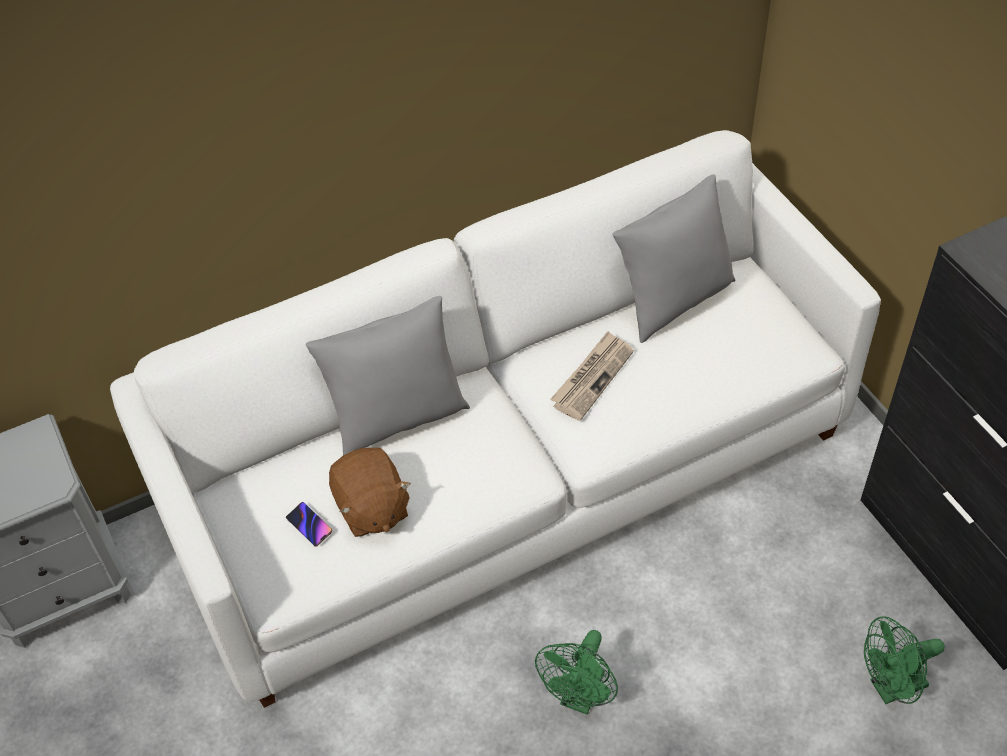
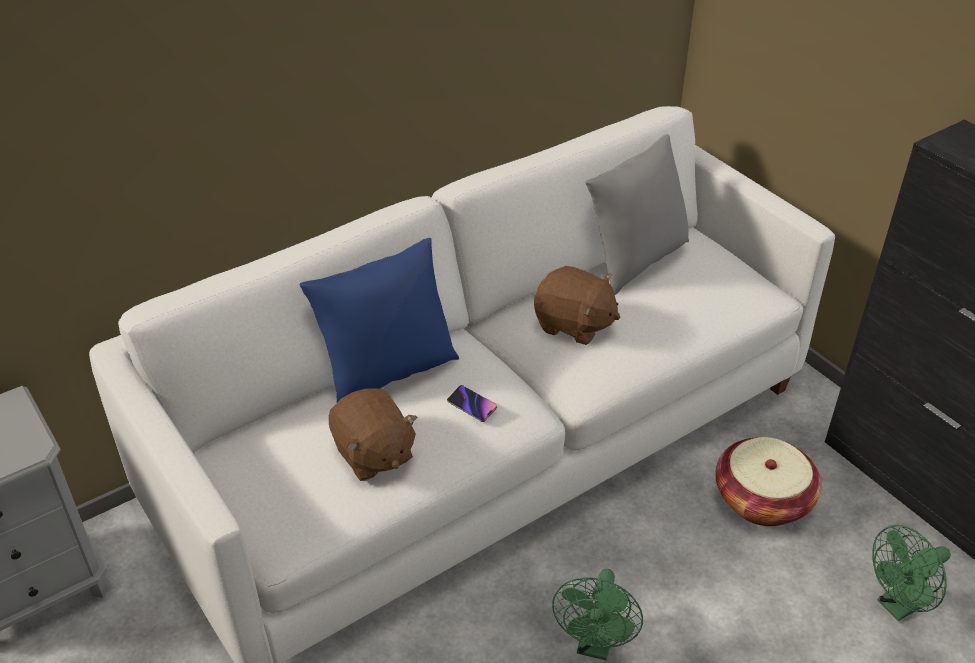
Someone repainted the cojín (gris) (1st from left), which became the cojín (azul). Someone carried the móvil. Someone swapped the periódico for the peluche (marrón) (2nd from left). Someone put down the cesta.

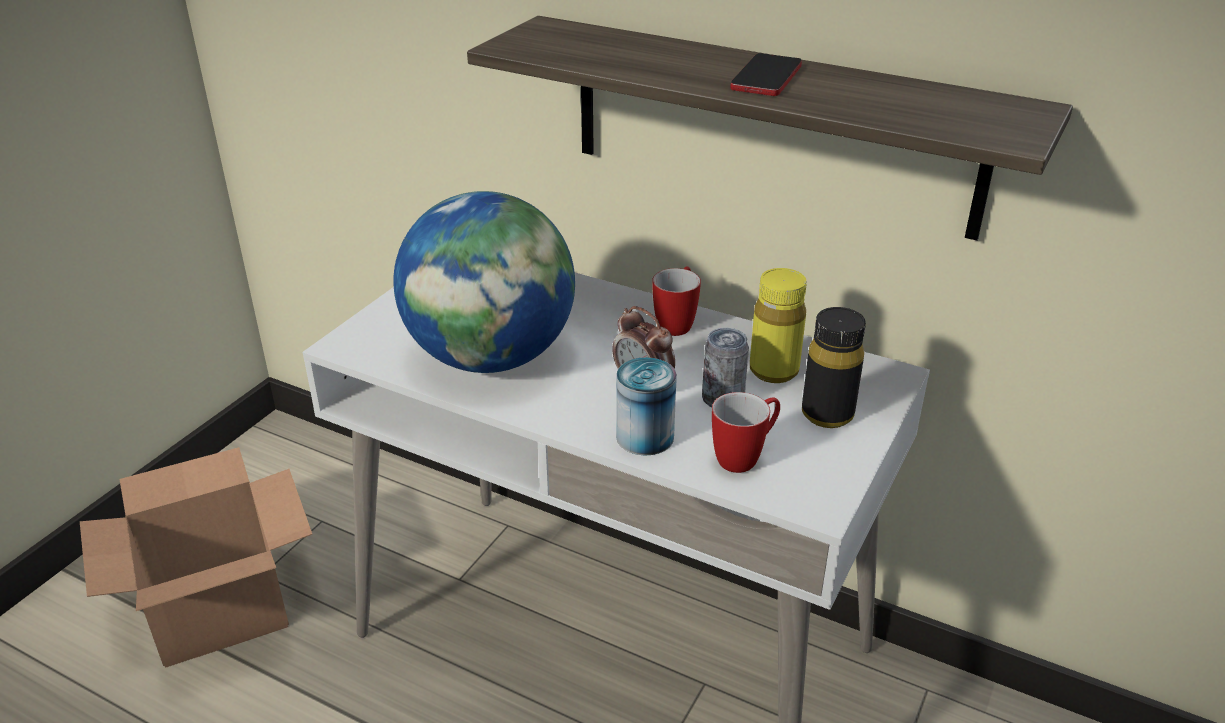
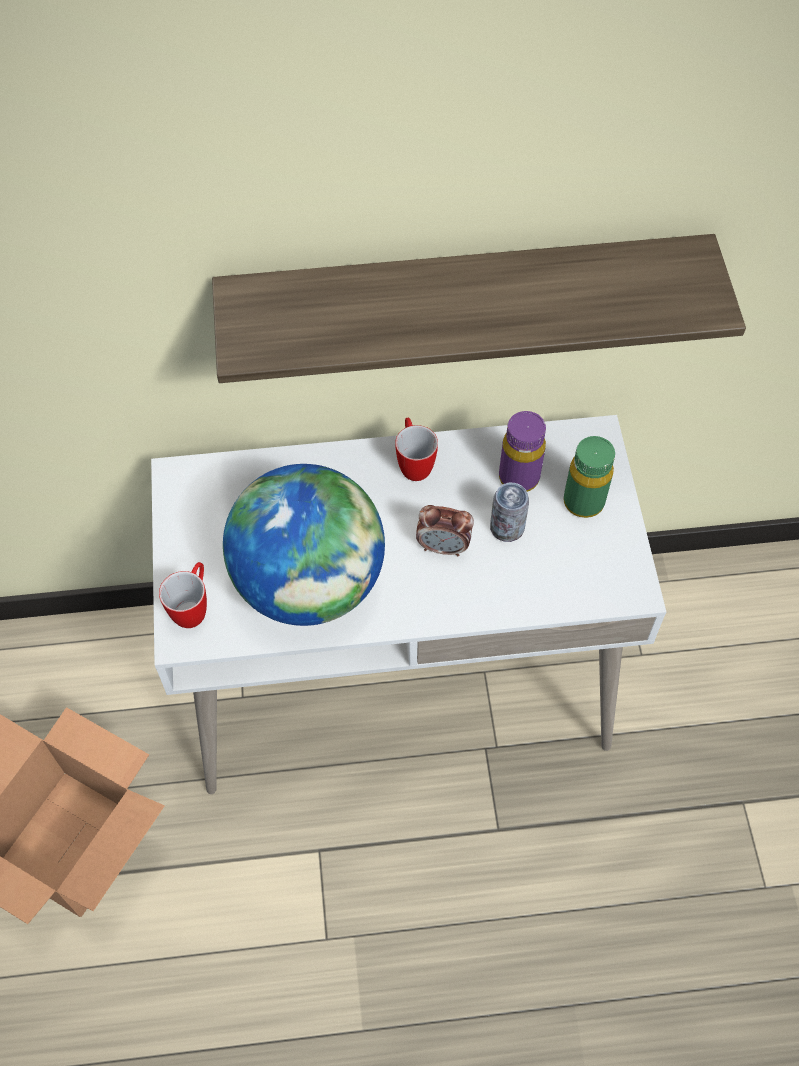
Someone carried the taza grande (2nd from left in the first image). Someone repainted the botella (amarillo), which became the botella (morado). Someone repainted the botella (negro), which became the botella (verde). Someone took away the lata (1st from left). Someone took away the móvil.

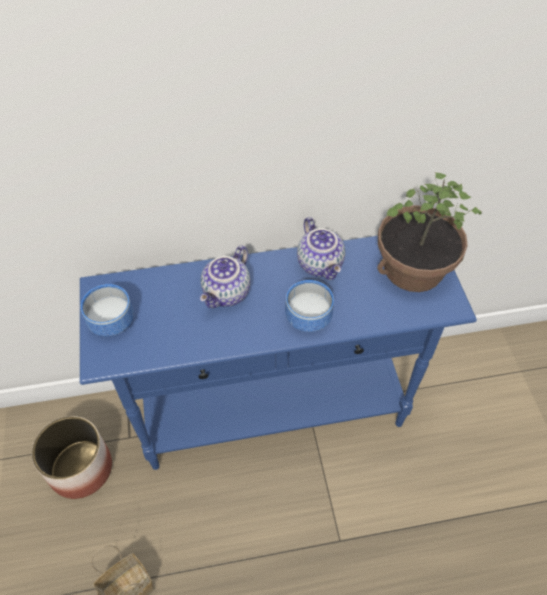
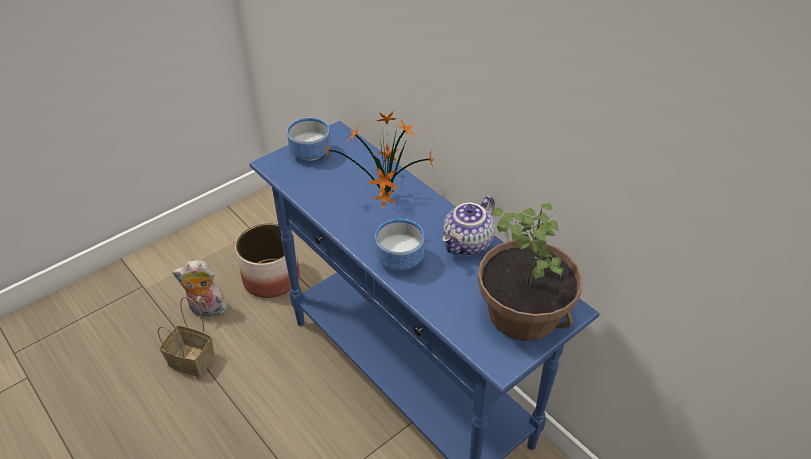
Someone put down the peluche. Someone swapped the tetera (1st from left) for the planta en maceta (1st from left).

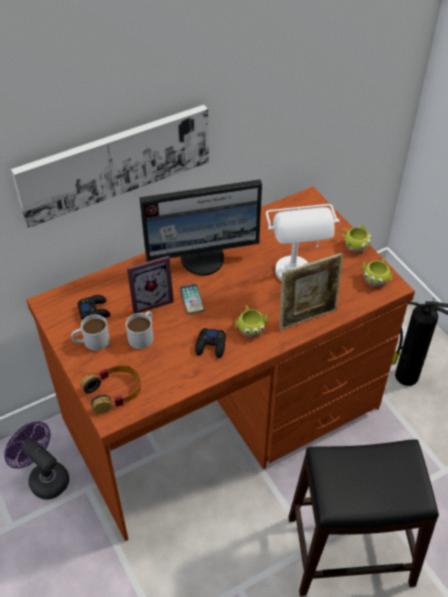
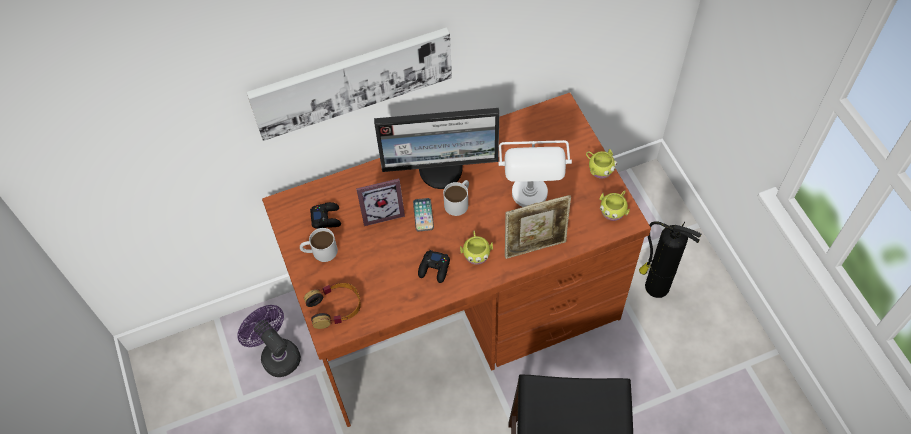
Someone carried the taza grande (blanco) (2nd from left).

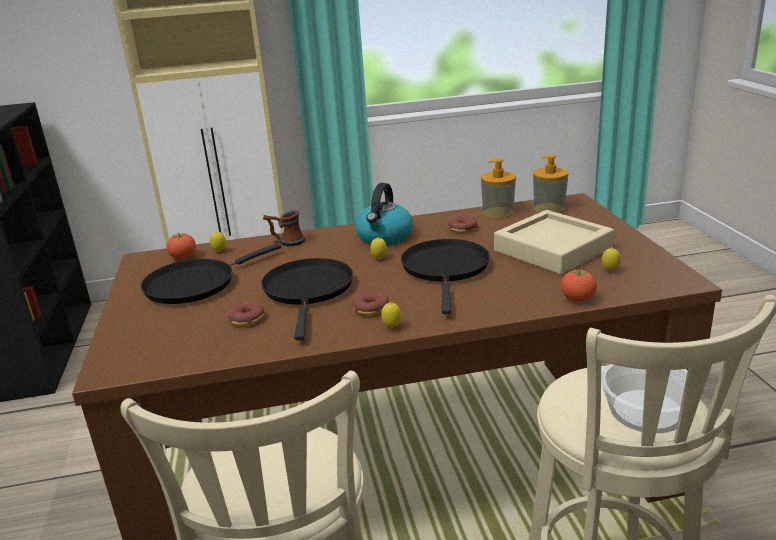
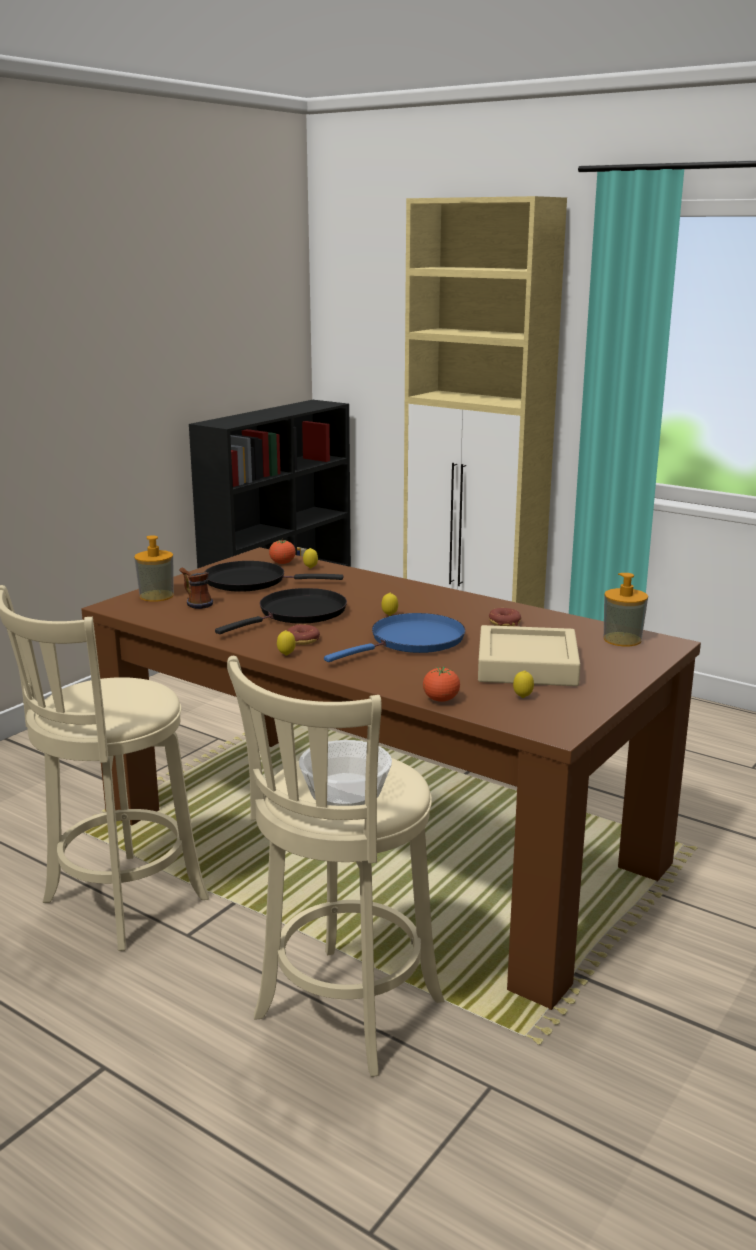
Someone carried the dispensador de jabón (1st from left). Someone carried the taza grande. Someone repainted the sartén (negro) (3rd from left), which became the sartén (azul). Someone took away the rosquilla (1st from left). Someone took away the hervidor.

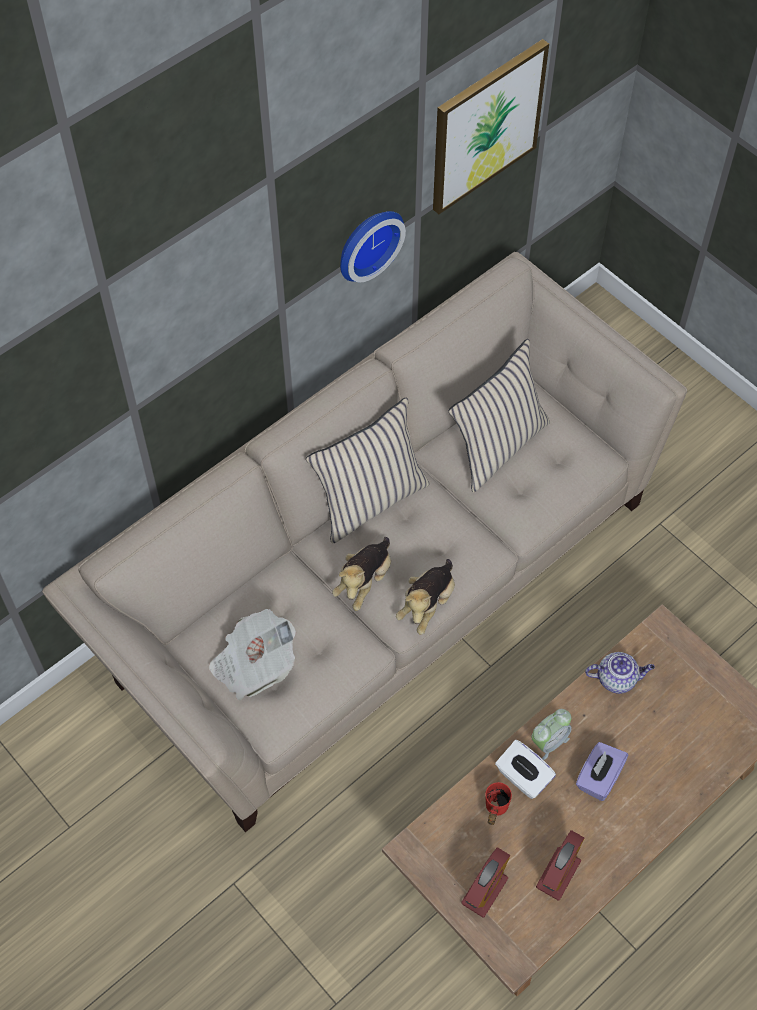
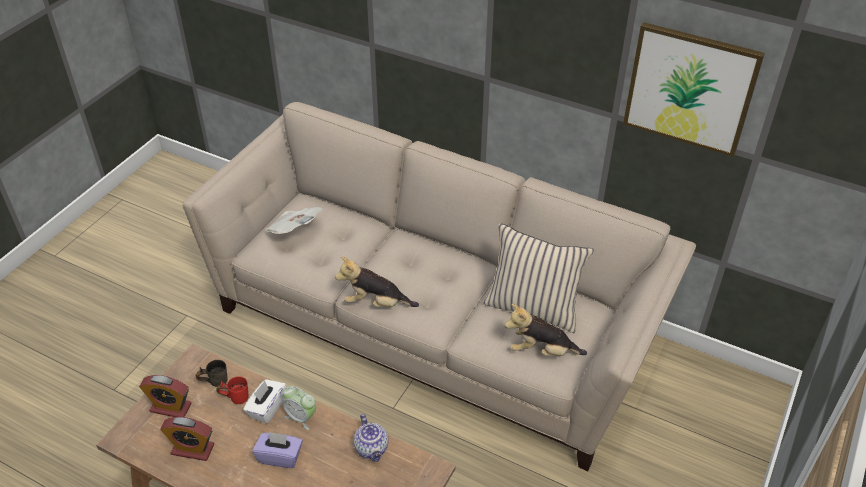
Someone put down the taza grande (gris). Someone carried the peluche (1st from left in the first image). Someone took away the cojín (beis) (1st from left). Someone took away the reloj de pared.

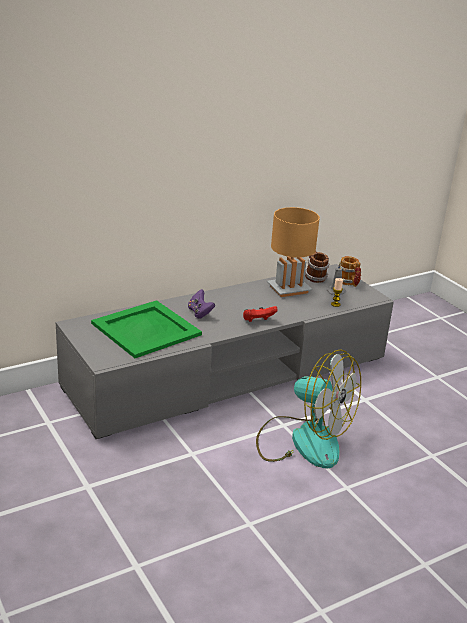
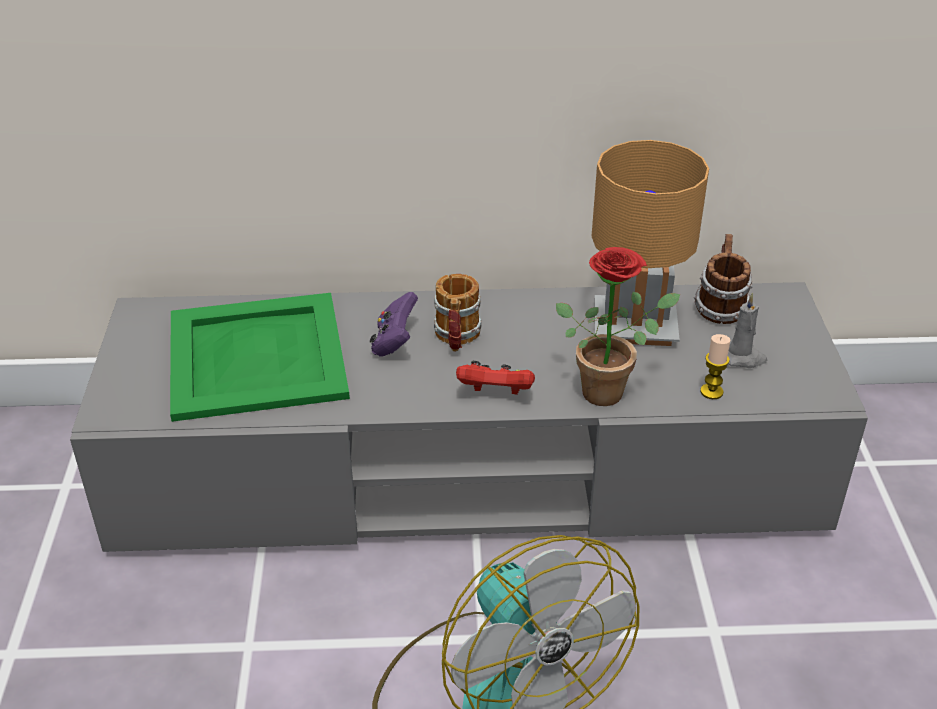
Someone carried the taza grande (2nd from left in the first image). Someone put down the planta en maceta.

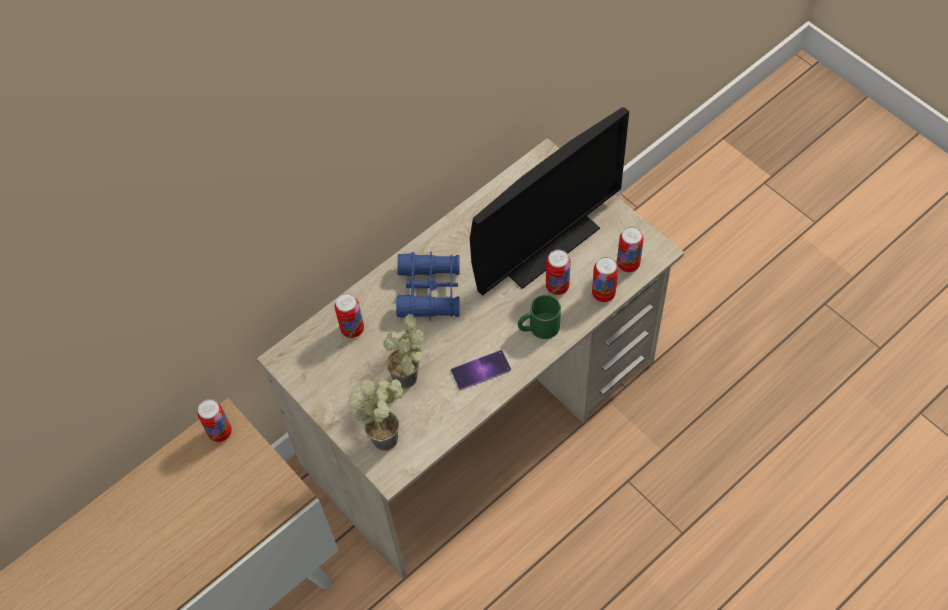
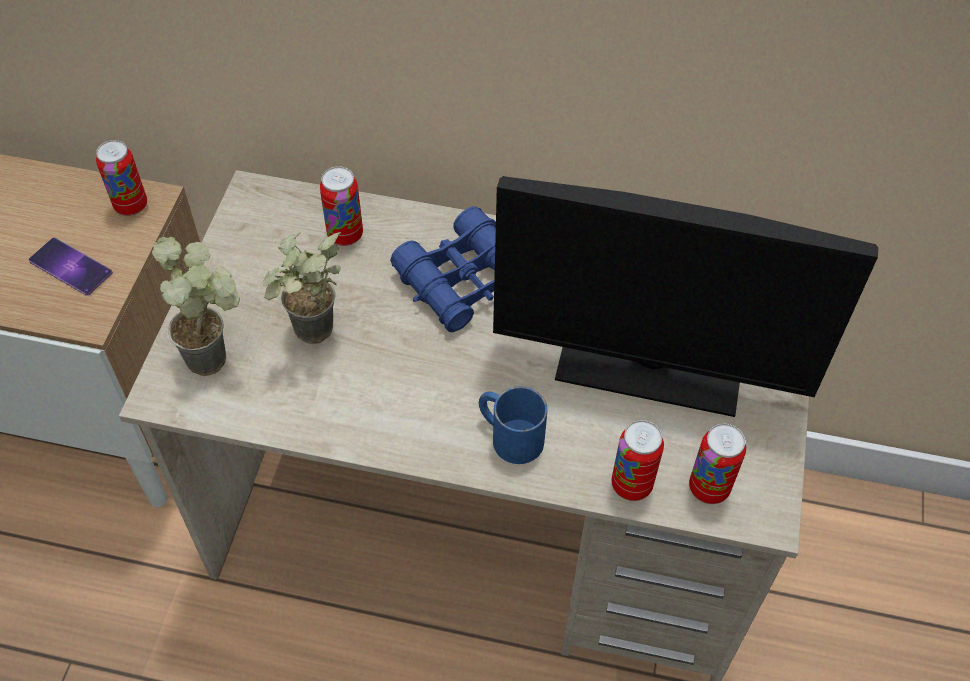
Someone carried the móvil. Someone repainted the taza grande (verde), which became the taza grande (azul). Someone took away the lata (3rd from left).

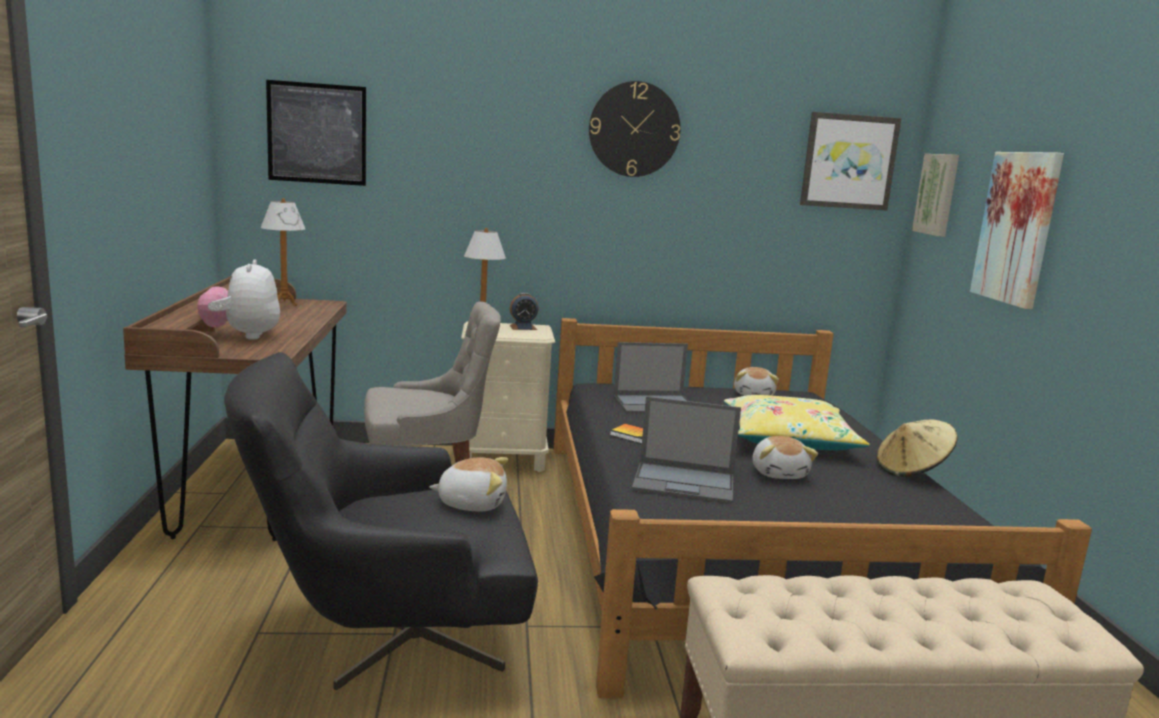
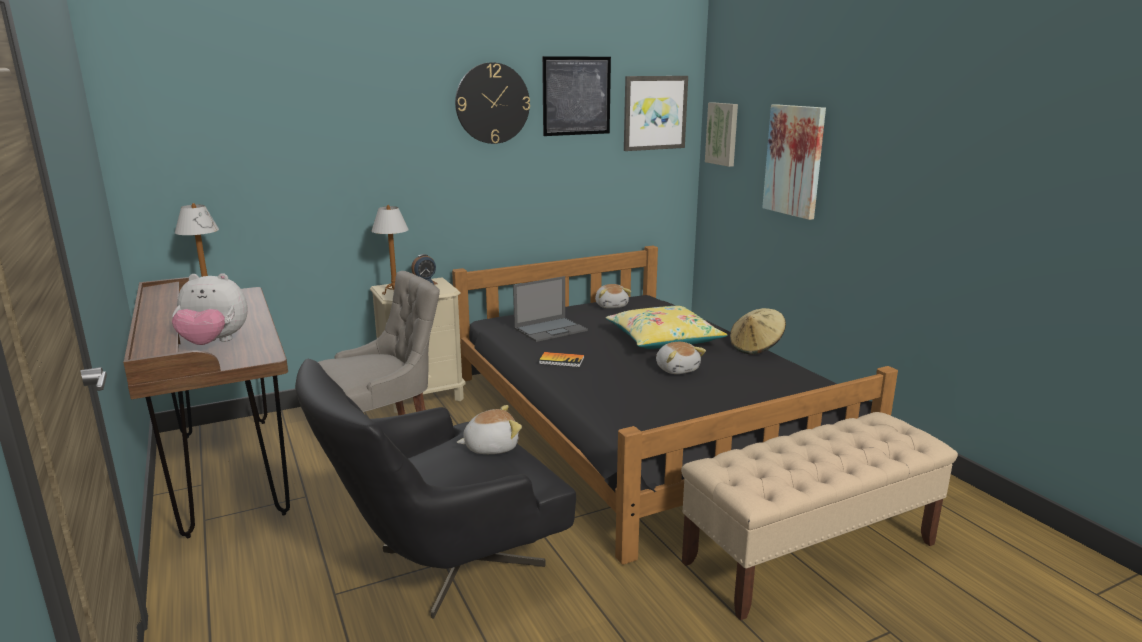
Someone rotated the peluche (1st from left) by 60 degrees counterclockwise. Someone carried the cuadro (1st from left). Someone took away the portátil (2nd from left).

